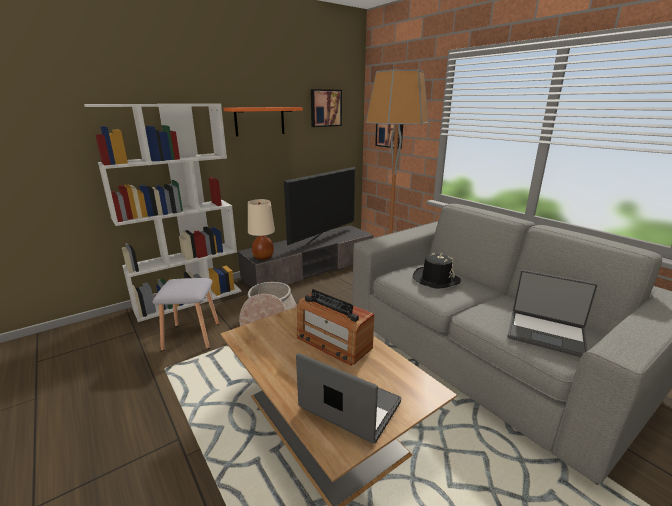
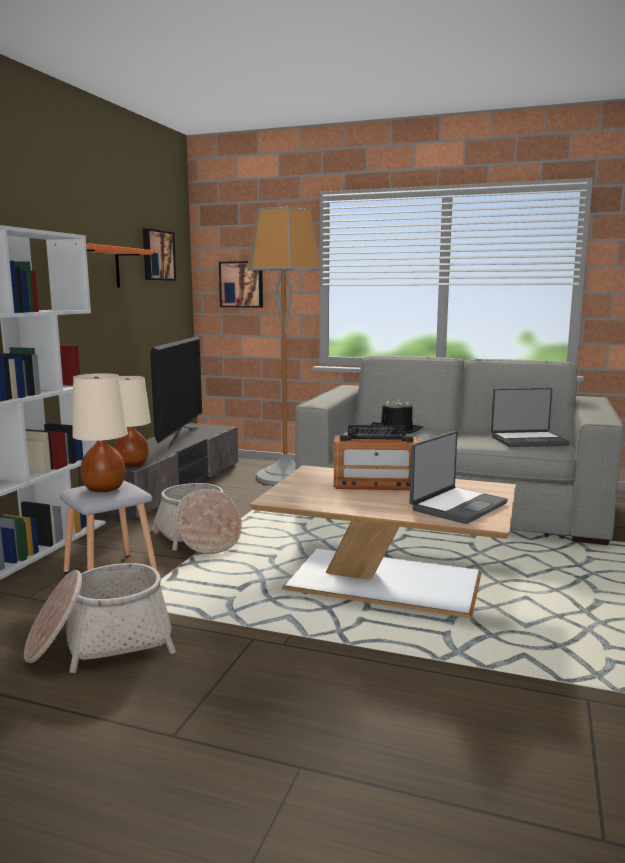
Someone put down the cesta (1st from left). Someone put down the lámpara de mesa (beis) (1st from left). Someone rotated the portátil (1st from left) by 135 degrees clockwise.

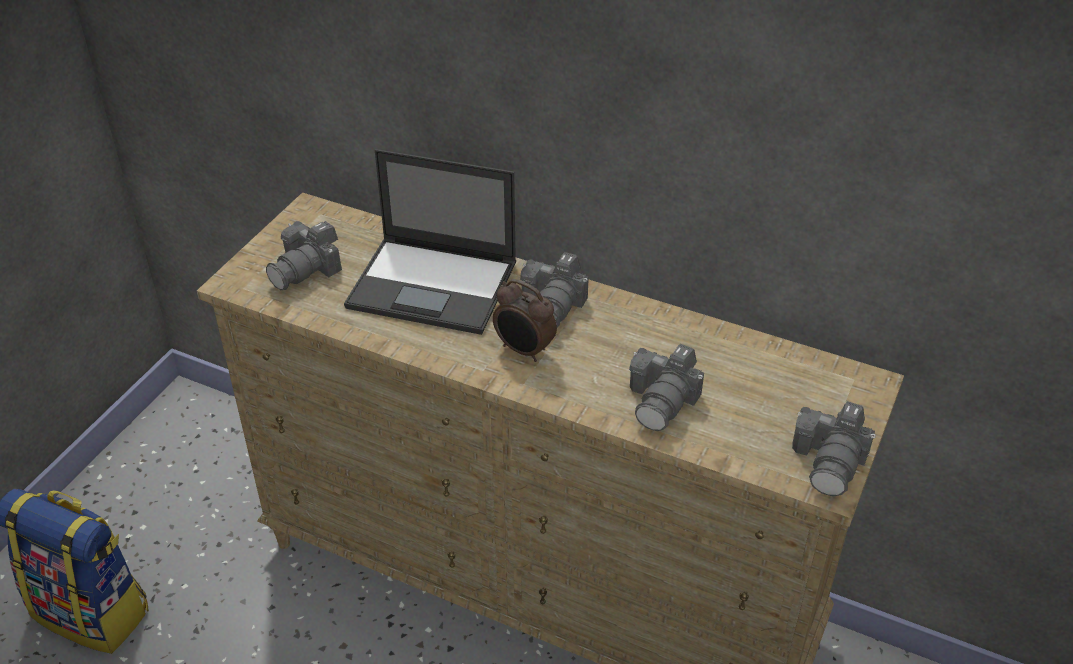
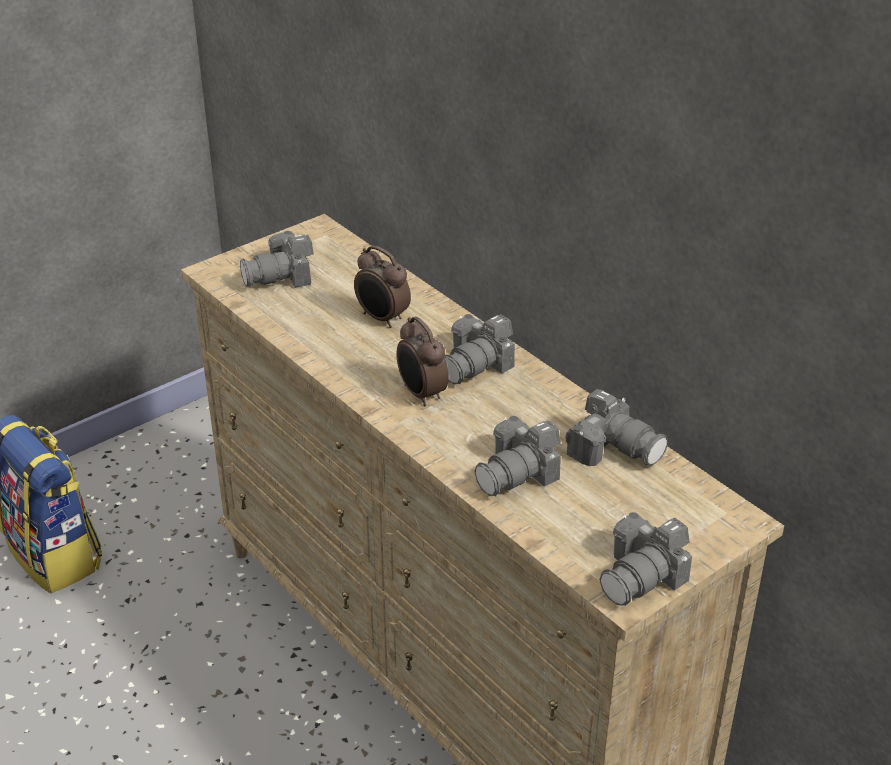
Someone swapped the portátil for the despertador (1st from left). Someone put down the cámara (4th from left).

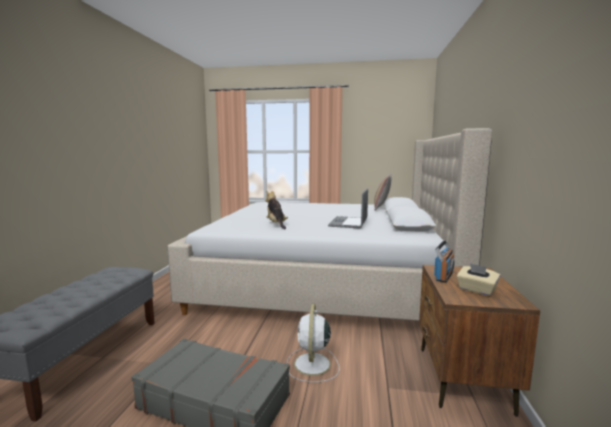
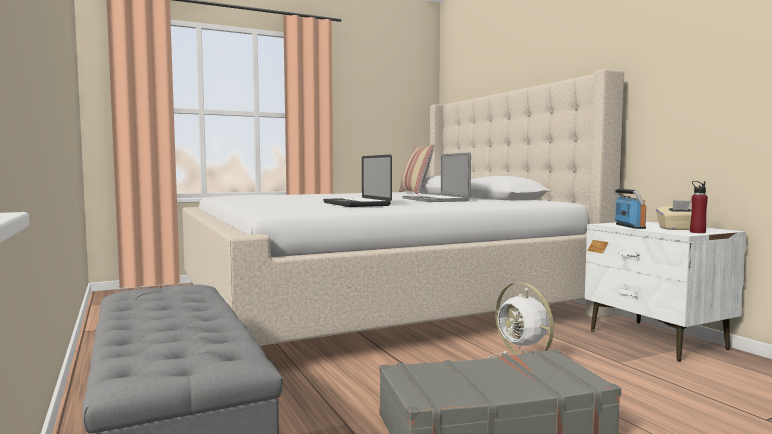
Someone swapped the peluche for the portátil (1st from left). Someone repainted the mesita de noche (marrón), which became the mesita de noche (blanco). Someone put down the botella (rojo).

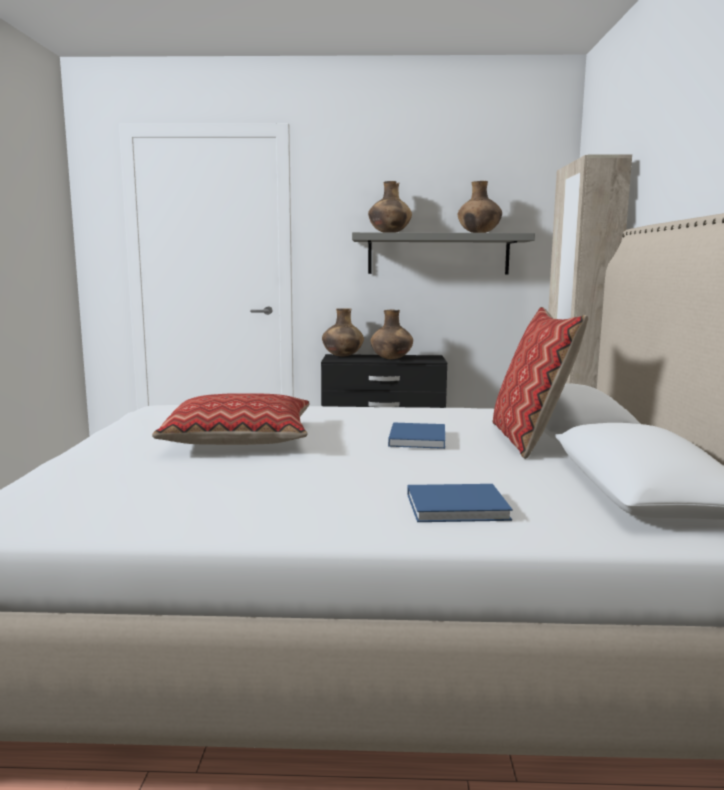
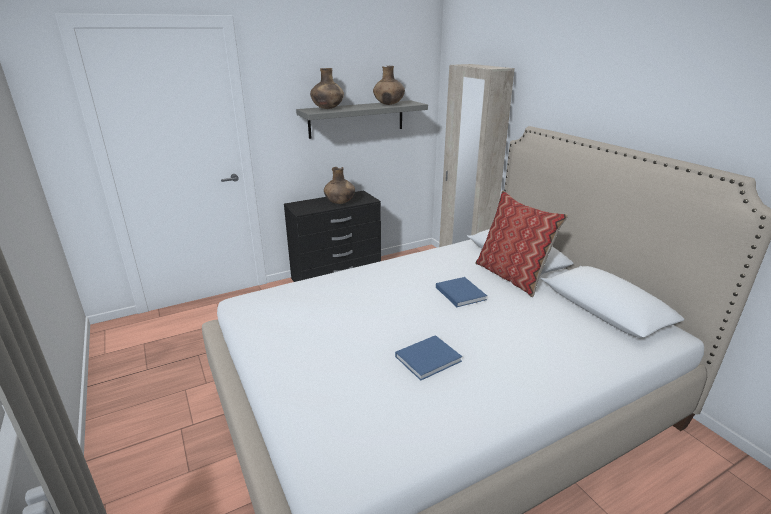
Someone carried the libro (azul) (2nd from left in the first image). Someone took away the cojín (1st from left). Someone took away the florero (marrón) (1st from left).

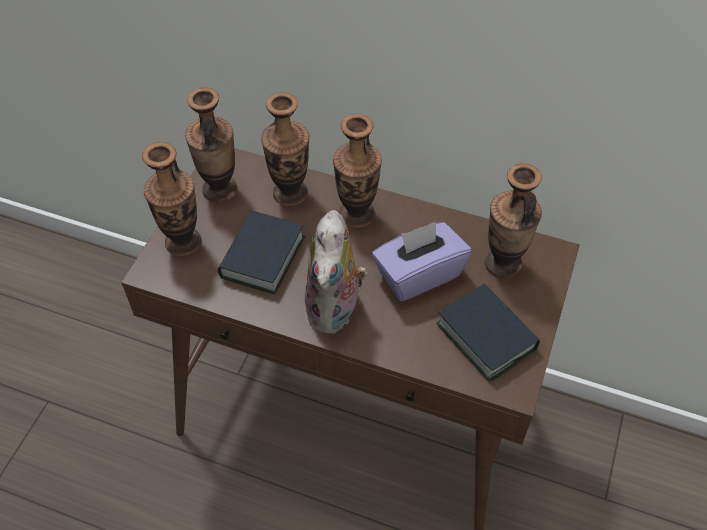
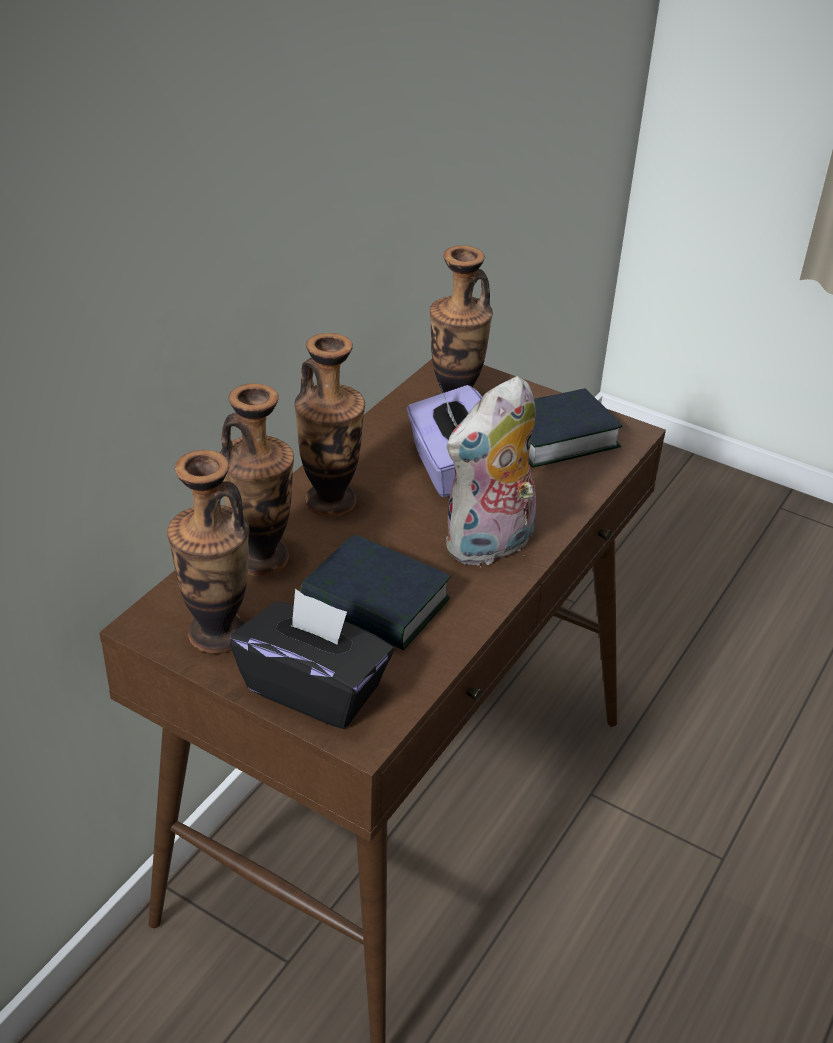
Someone swapped the florero (1st from left) for the caja de pañuelos (negro). Someone rotated the peluche by 120 degrees clockwise.

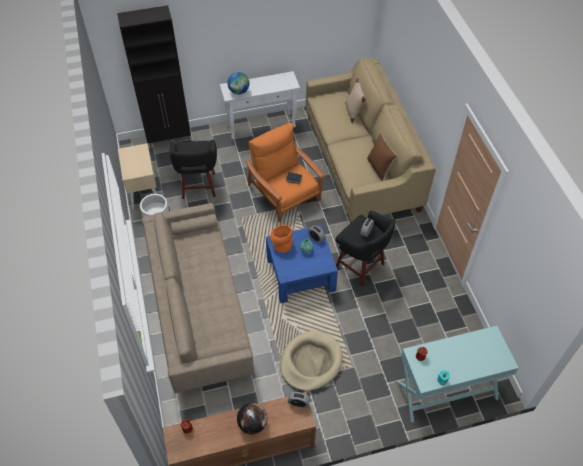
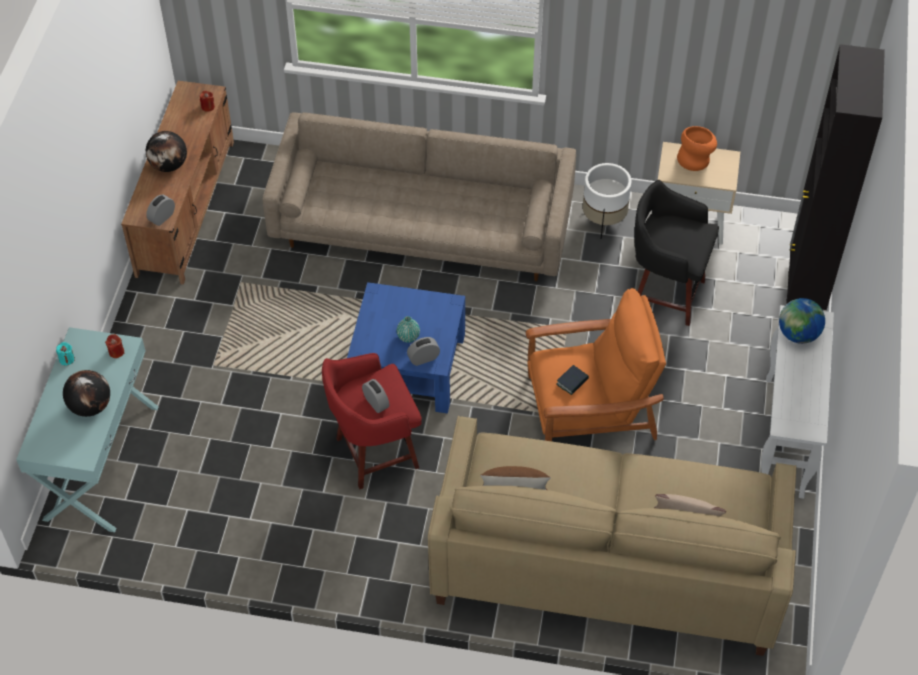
Someone put down the globo terráqueo (1st from left). Someone repainted the taburete (negro) (2nd from left), which became the taburete (rojo). Someone carried the florero (naranja). Someone took away the cama para perro (beis).

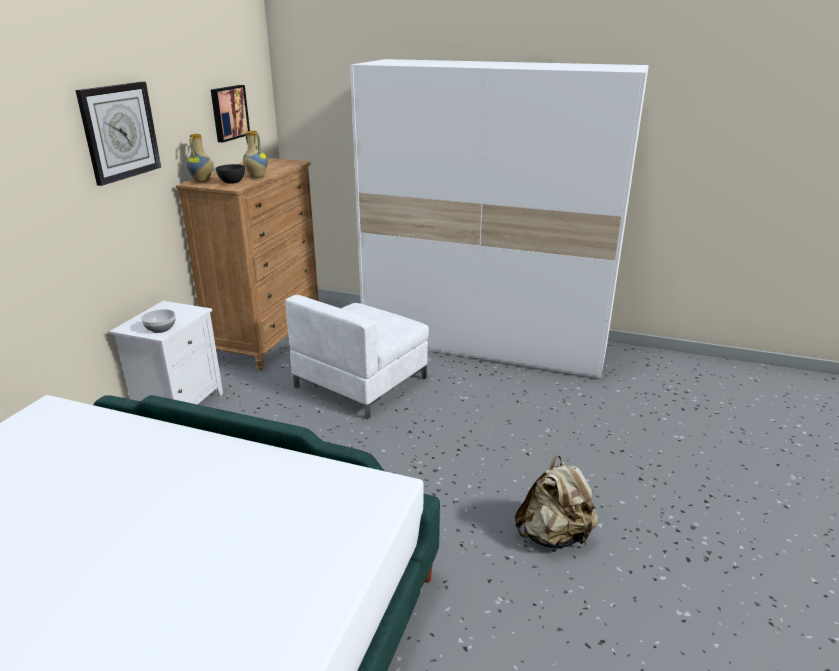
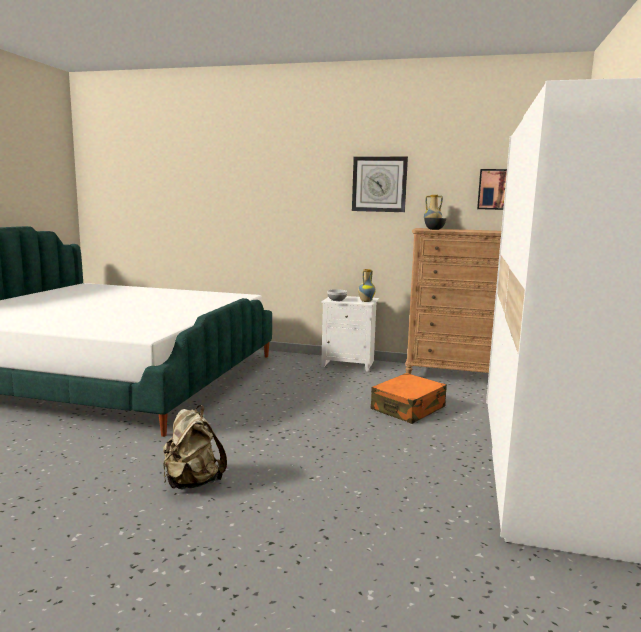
Someone carried the florero (2nd from left in the first image). Someone swapped the sillón (blanco) for the maleta (naranja).

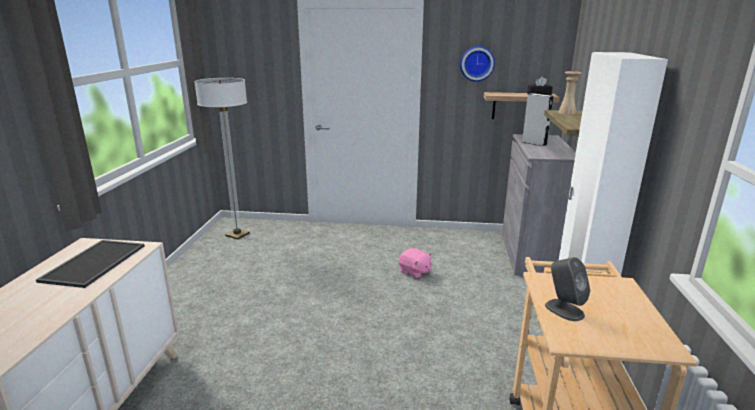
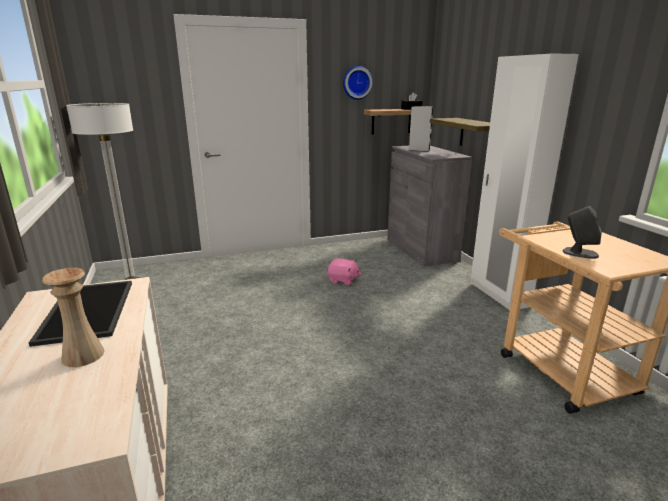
Someone carried the florero (beis).

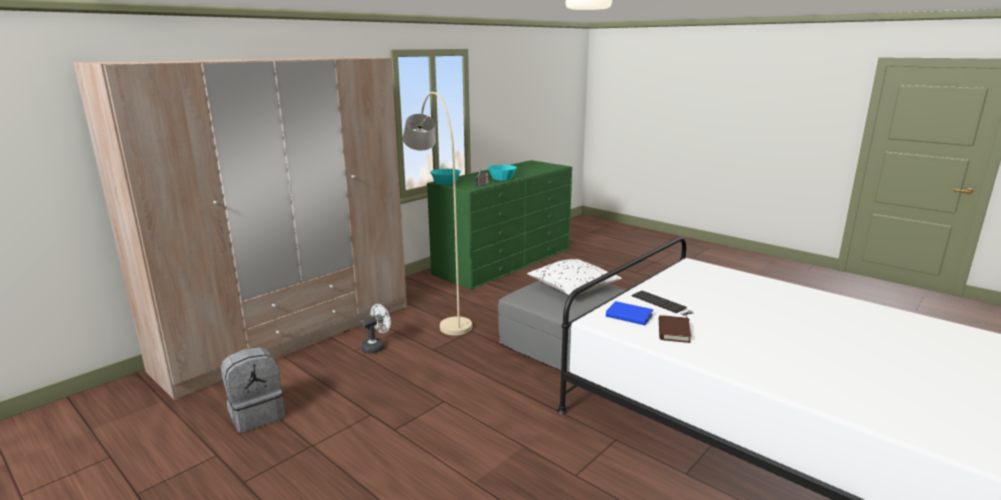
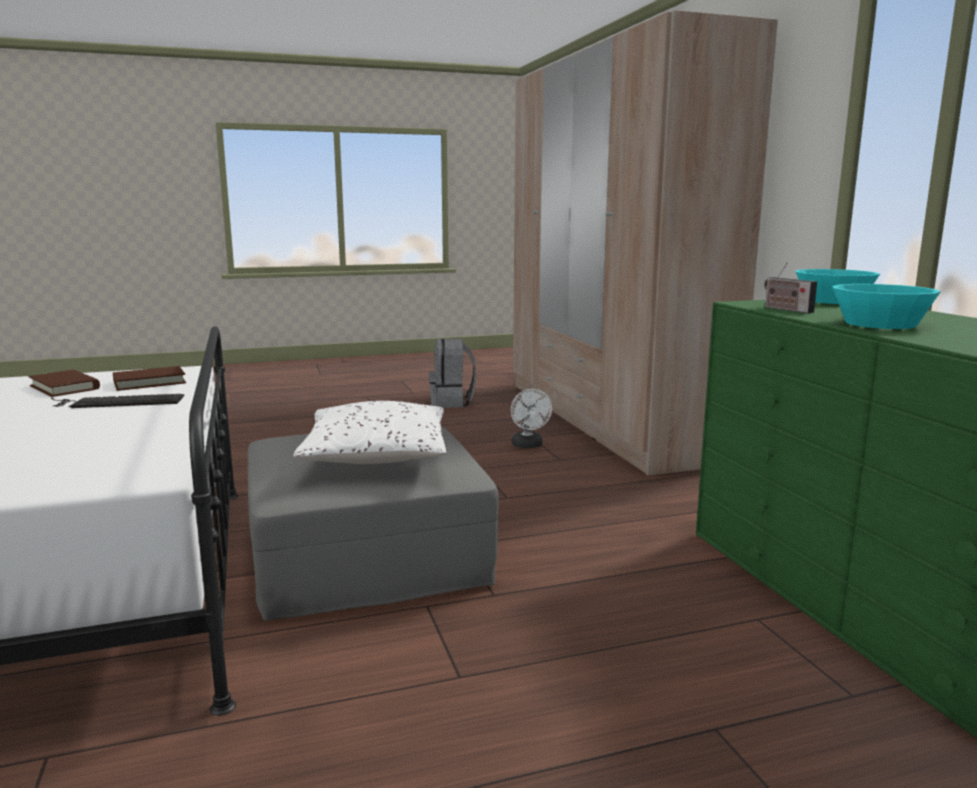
Someone repainted the libro (azul), which became the libro (marrón) (2nd from left). Someone took away the lámpara de pie (beis).

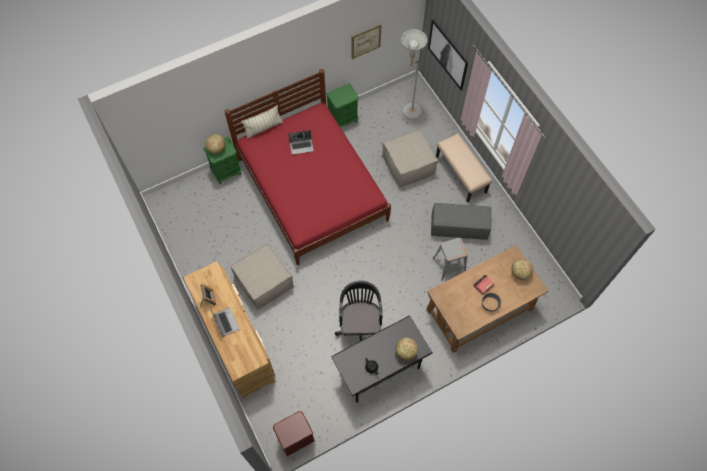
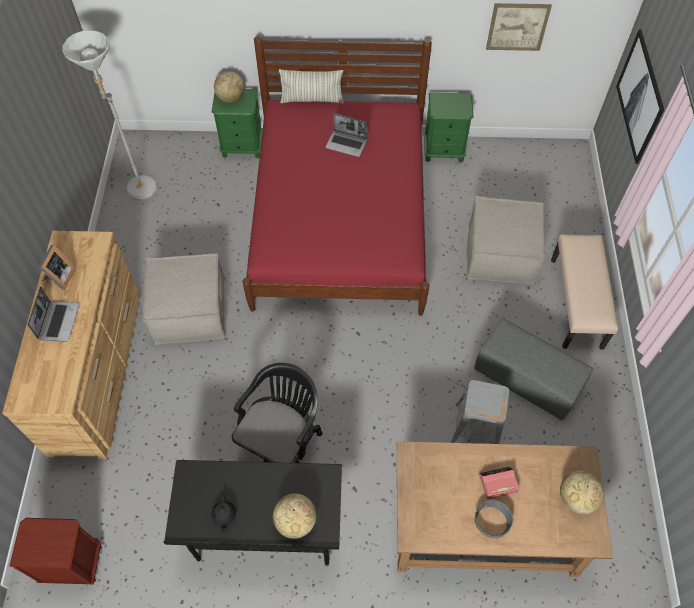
Someone carried the lámpara de pie (gris).

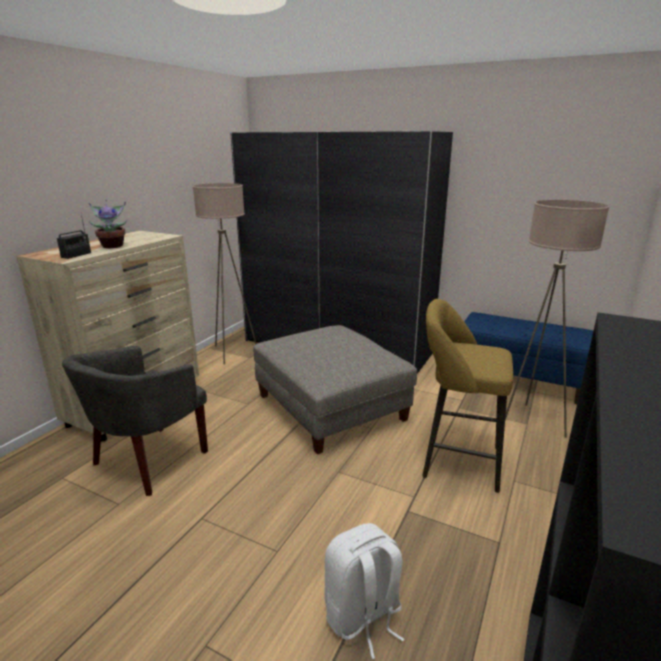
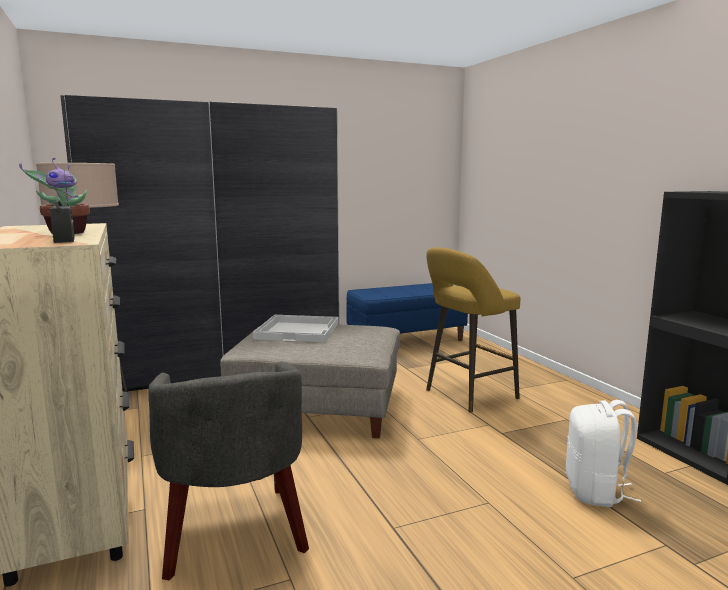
Someone put down the bandeja (blanco). Someone took away the lámpara de pie (beis) (2nd from left).

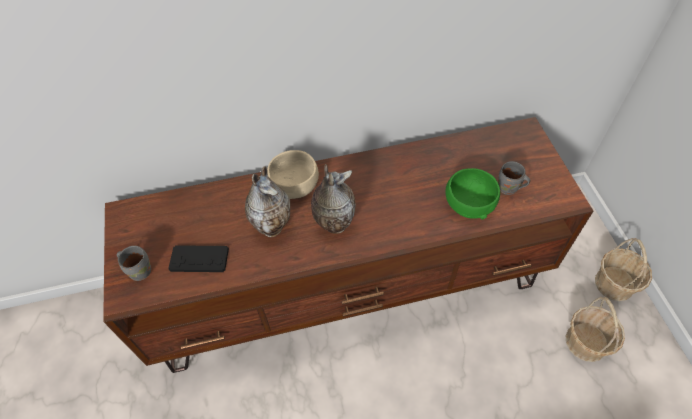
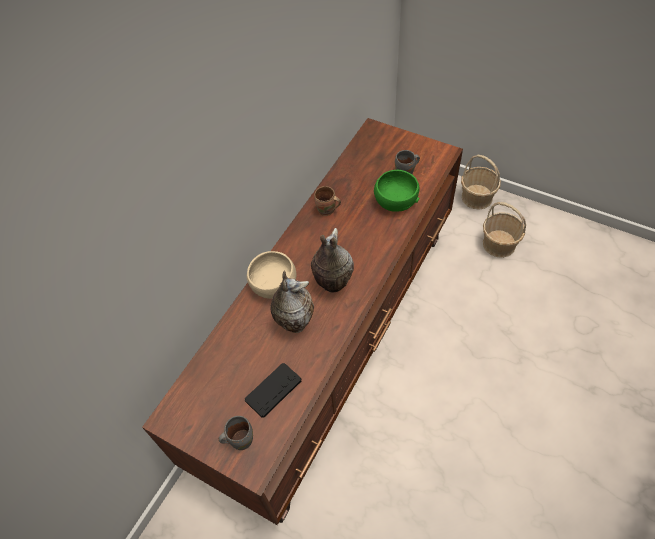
Someone put down the taza grande (marrón).

